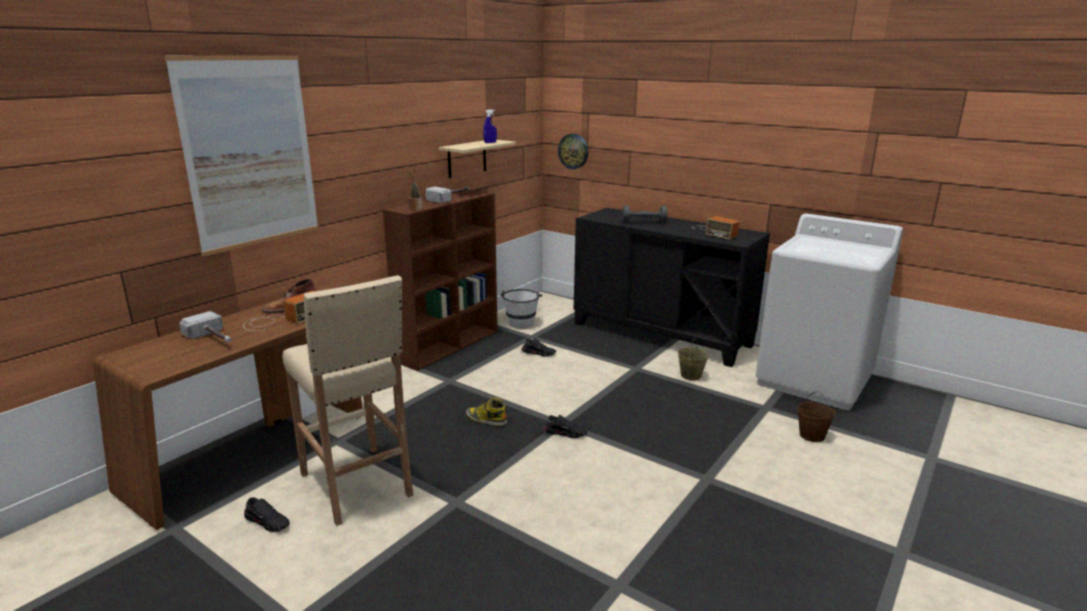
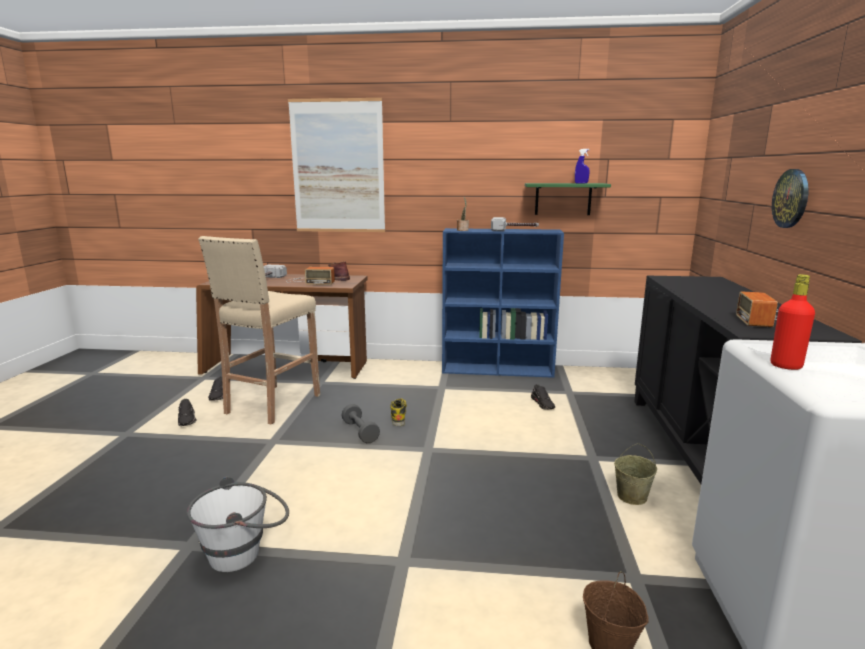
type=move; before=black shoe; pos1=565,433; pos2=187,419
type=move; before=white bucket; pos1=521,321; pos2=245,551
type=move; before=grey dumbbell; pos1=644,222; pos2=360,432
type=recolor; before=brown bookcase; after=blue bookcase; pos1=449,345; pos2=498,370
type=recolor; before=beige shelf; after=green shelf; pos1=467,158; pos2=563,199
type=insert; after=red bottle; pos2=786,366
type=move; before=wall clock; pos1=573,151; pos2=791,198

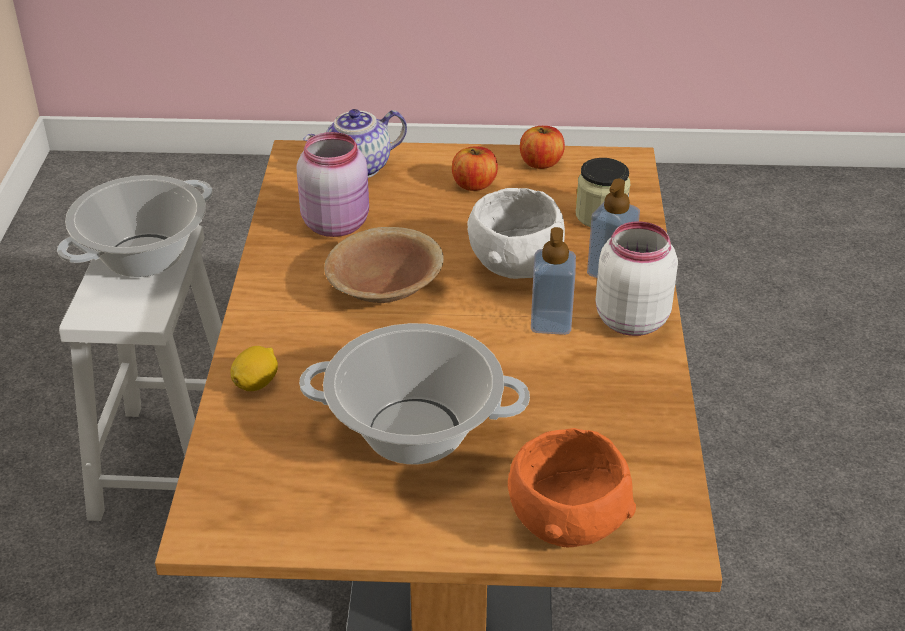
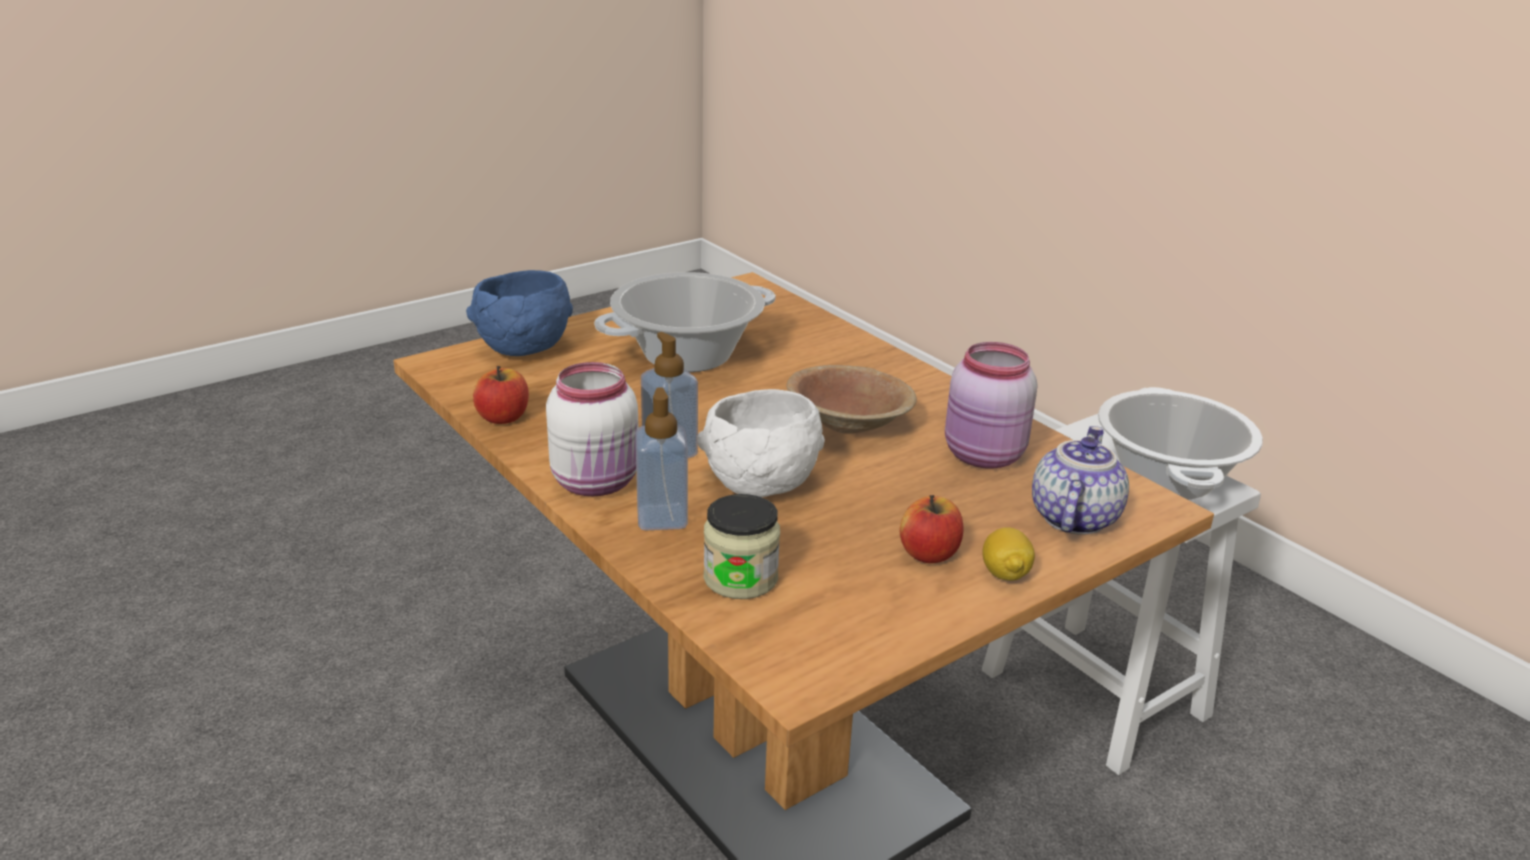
type=recolor; before=orange bowl; after=blue bowl; pos1=566,524; pos2=525,349
type=move; before=apple; pos1=541,163; pos2=503,417
type=move; before=lemon; pos1=256,383; pos2=1005,574

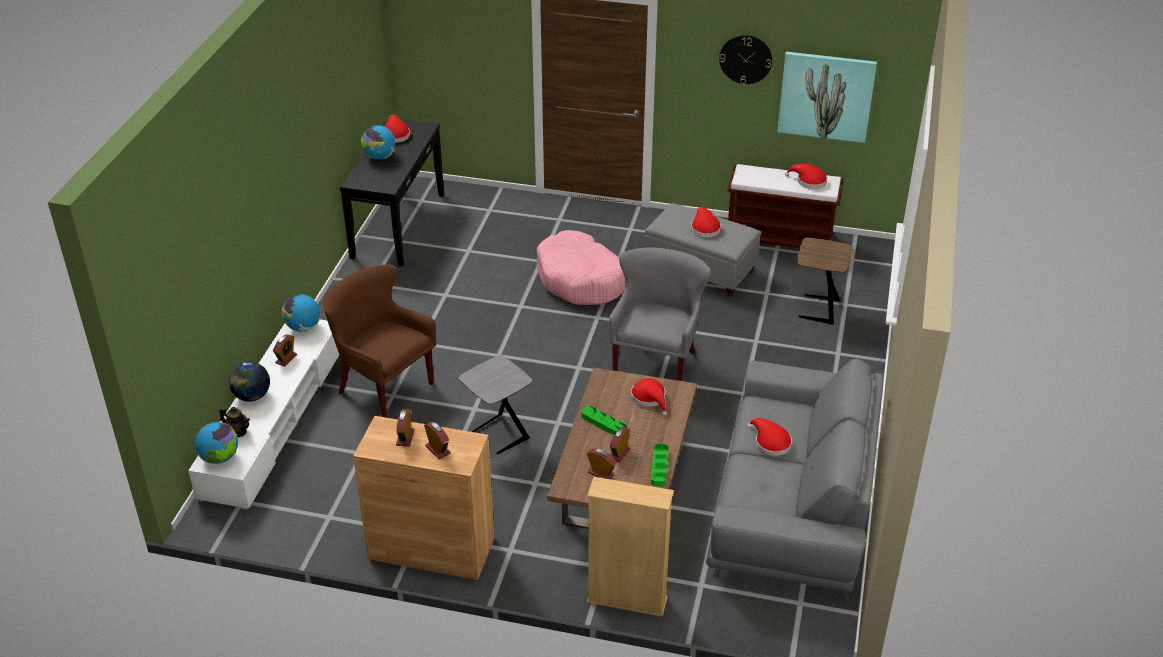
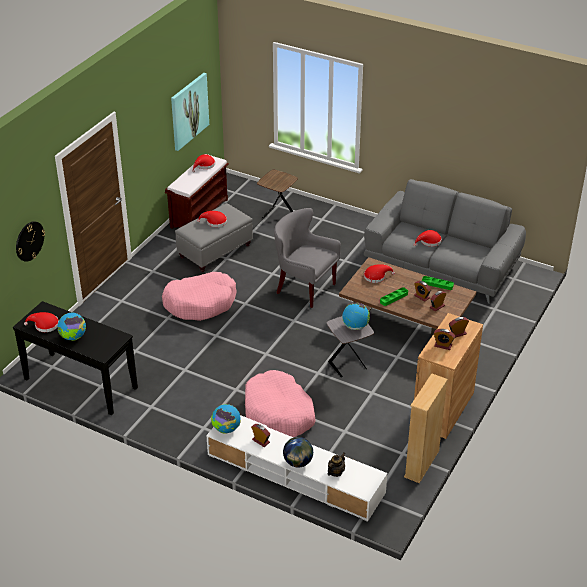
type=move; before=wall clock; pos1=745,59; pos2=29,241
type=replace; before=brown armchair; after=pink dog bed; pos1=384,387; pos2=279,413
type=move; before=globe; pos1=220,458; pos2=355,326
type=move; before=beige bookcase; pos1=627,600; pos2=422,464

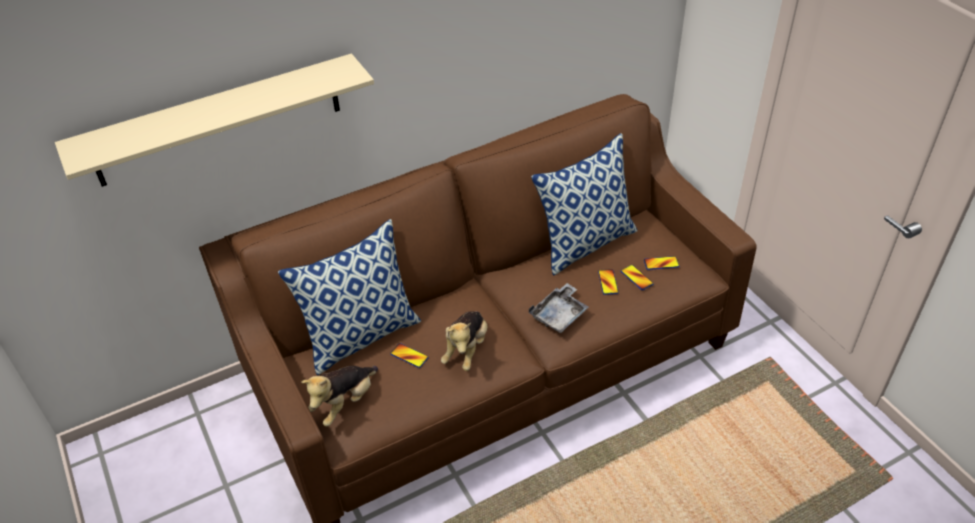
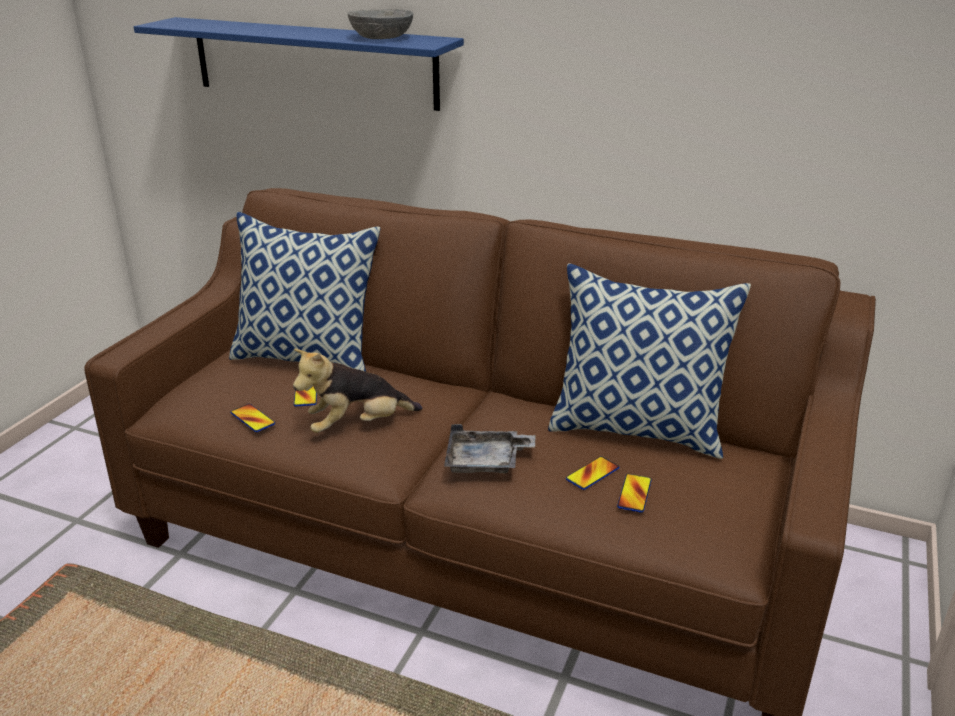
type=recolor; before=beige shelf; after=blue shelf; pos1=218,121; pos2=313,62
type=move; before=phone; pos1=661,263; pos2=252,419
type=insert; after=grey bowl; pos2=381,38
type=delete; before=plush toy; pos1=344,403

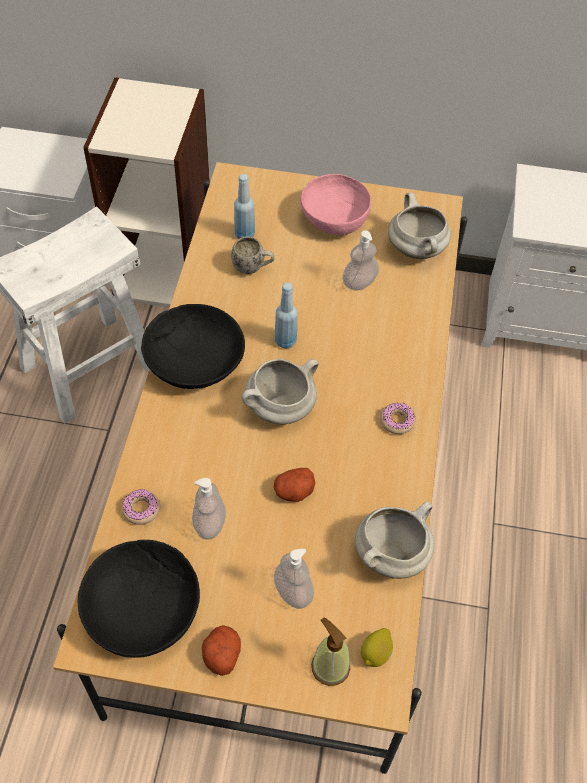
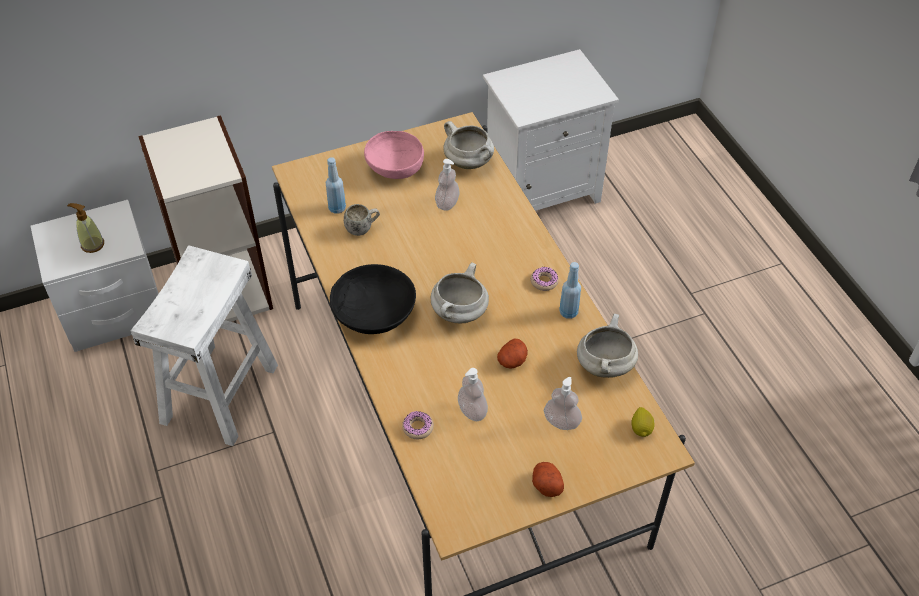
type=move; before=soap dispenser; pos1=330,667; pos2=92,244
type=move; before=blue bottle; pos1=285,341; pos2=568,312
type=delete; before=black bowl; pos1=142,609

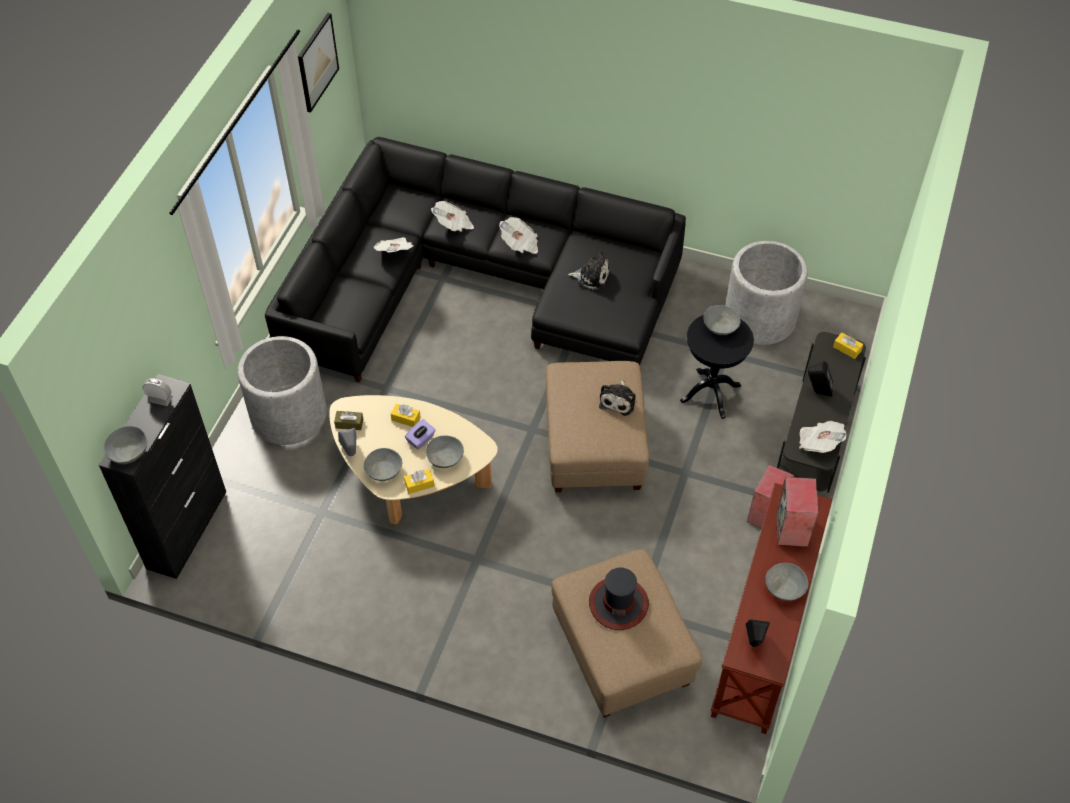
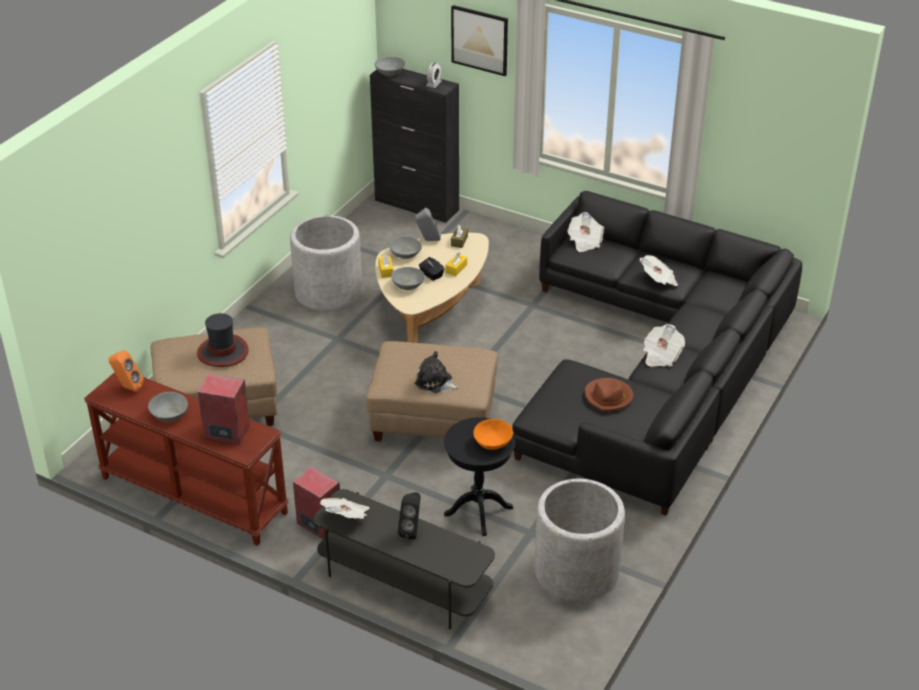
type=recolor; before=black speaker; after=orange speaker; pos1=754,644; pos2=128,387
type=move; before=grey planter; pos1=288,415; pos2=328,292
type=recolor; before=purple tissue box; after=black tissue box; pos1=421,440; pos2=431,275
type=move; before=picture; pos1=317,62; pos2=479,40
type=recolor; before=grey bowl; after=orange bowl; pos1=719,327; pos2=492,442
type=move; before=newspaper; pos1=453,224; pos2=585,241
type=replace; before=plush toy; after=brown hat; pos1=591,276; pos2=608,397
type=delete; before=yellow tissue box; pos1=847,349

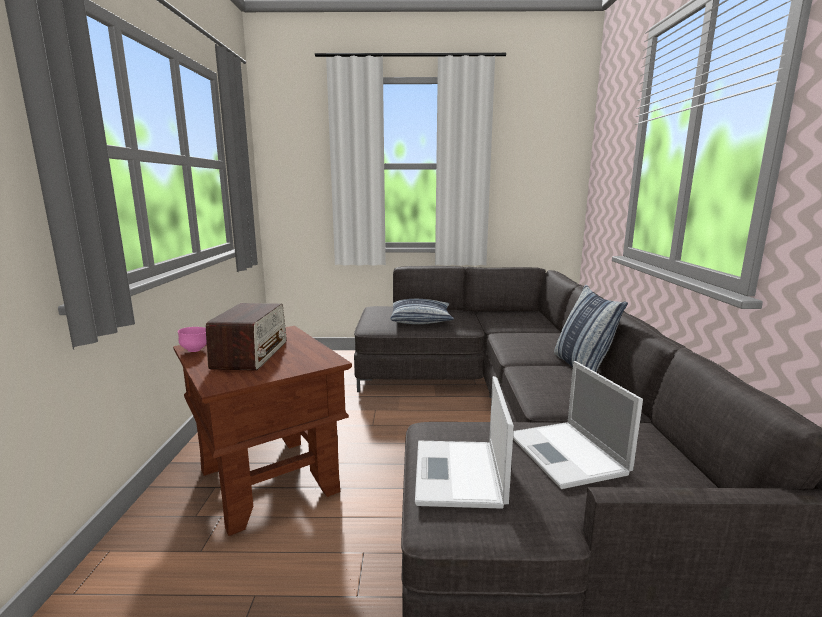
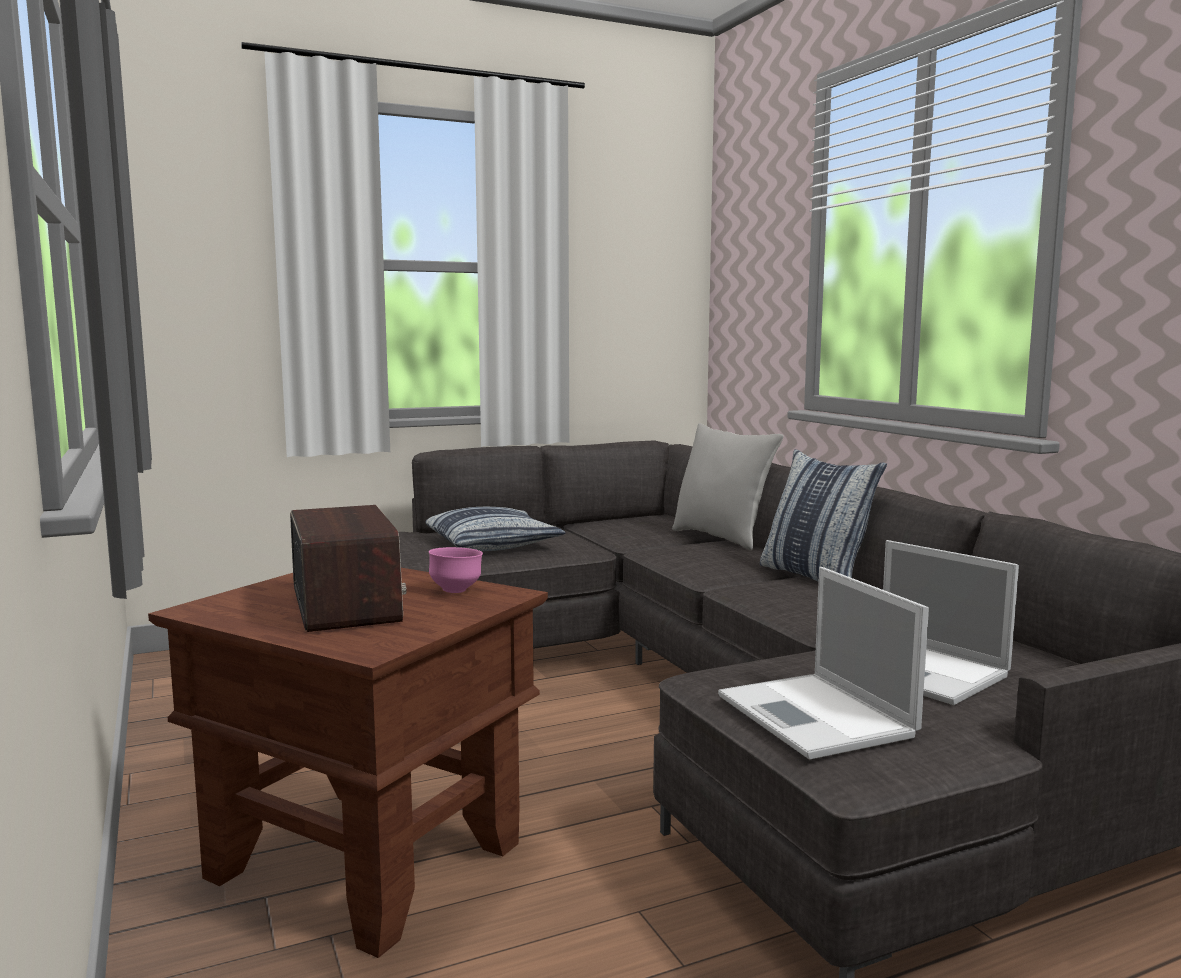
type=move; before=pink bowl; pos1=195,350; pos2=456,591
type=insert; after=grey pillow; pos2=722,538

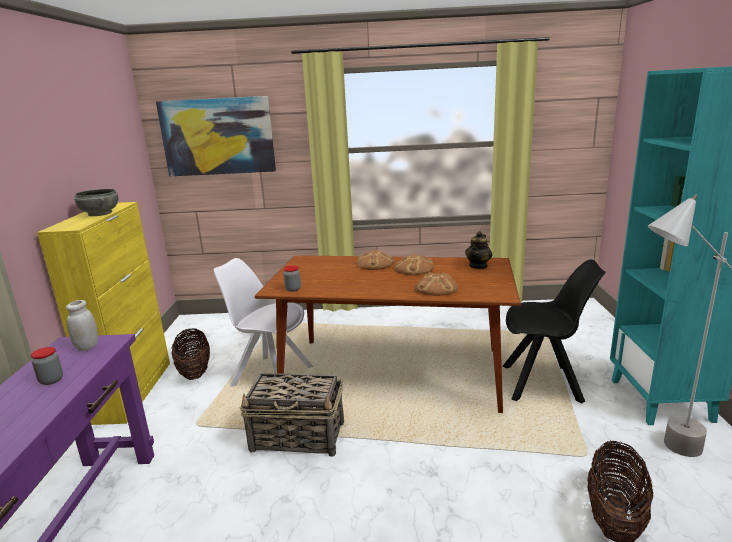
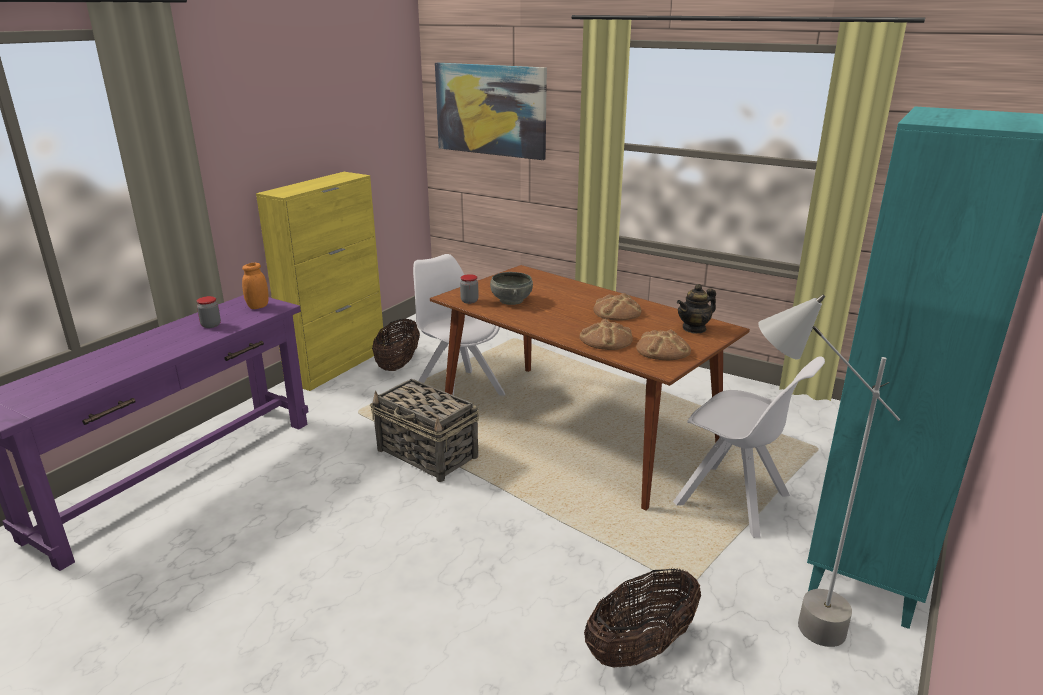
type=recolor; before=white jar; after=orange jar; pos1=87,347; pos2=258,306
type=move; before=grey bowl; pos1=99,213; pos2=511,300
type=move; before=bread; pos1=374,264; pos2=662,350
type=recolor; before=black chair; after=white chair; pos1=544,383; pos2=735,501

